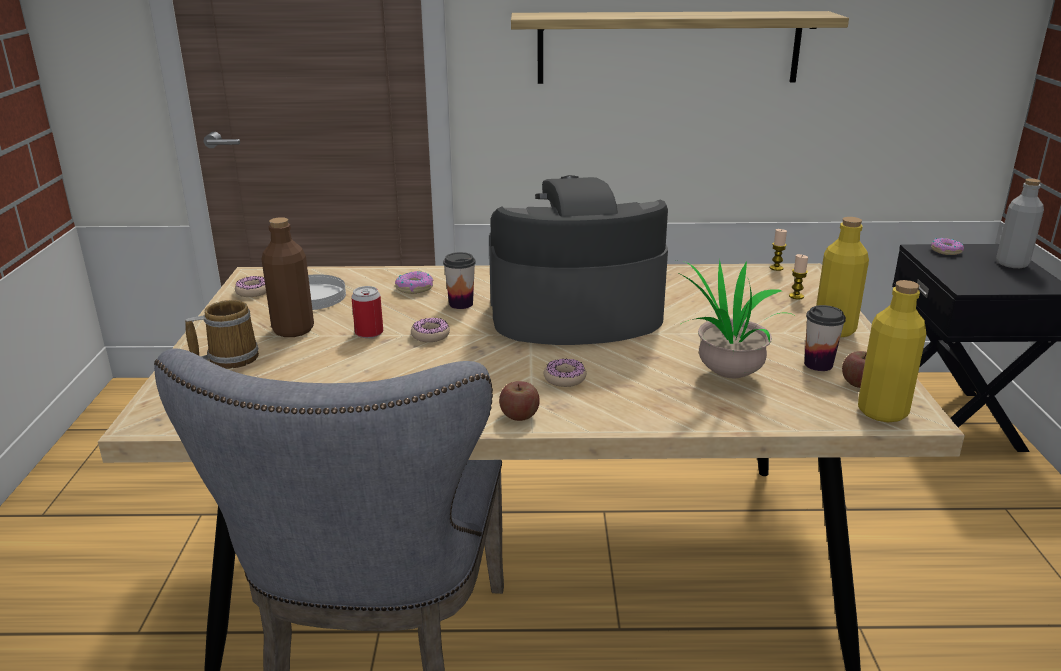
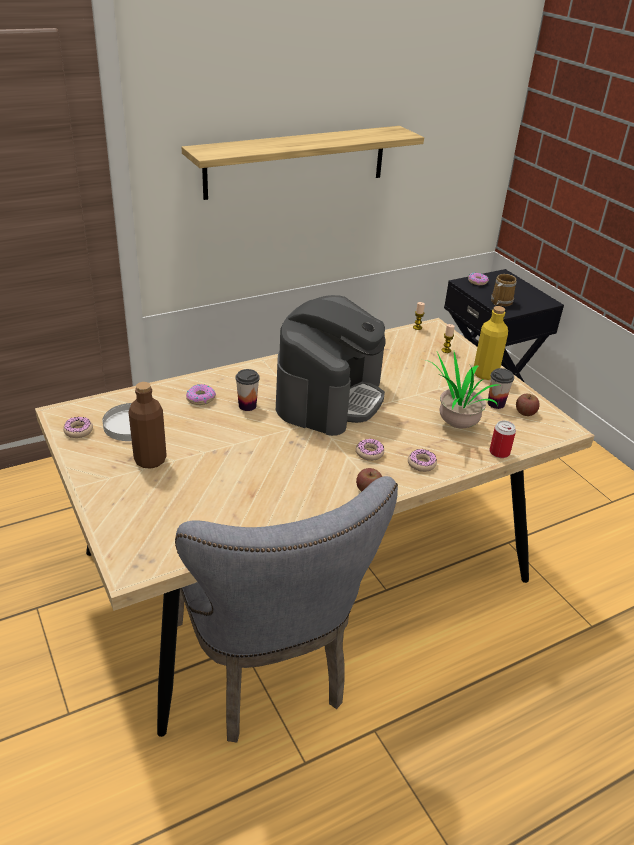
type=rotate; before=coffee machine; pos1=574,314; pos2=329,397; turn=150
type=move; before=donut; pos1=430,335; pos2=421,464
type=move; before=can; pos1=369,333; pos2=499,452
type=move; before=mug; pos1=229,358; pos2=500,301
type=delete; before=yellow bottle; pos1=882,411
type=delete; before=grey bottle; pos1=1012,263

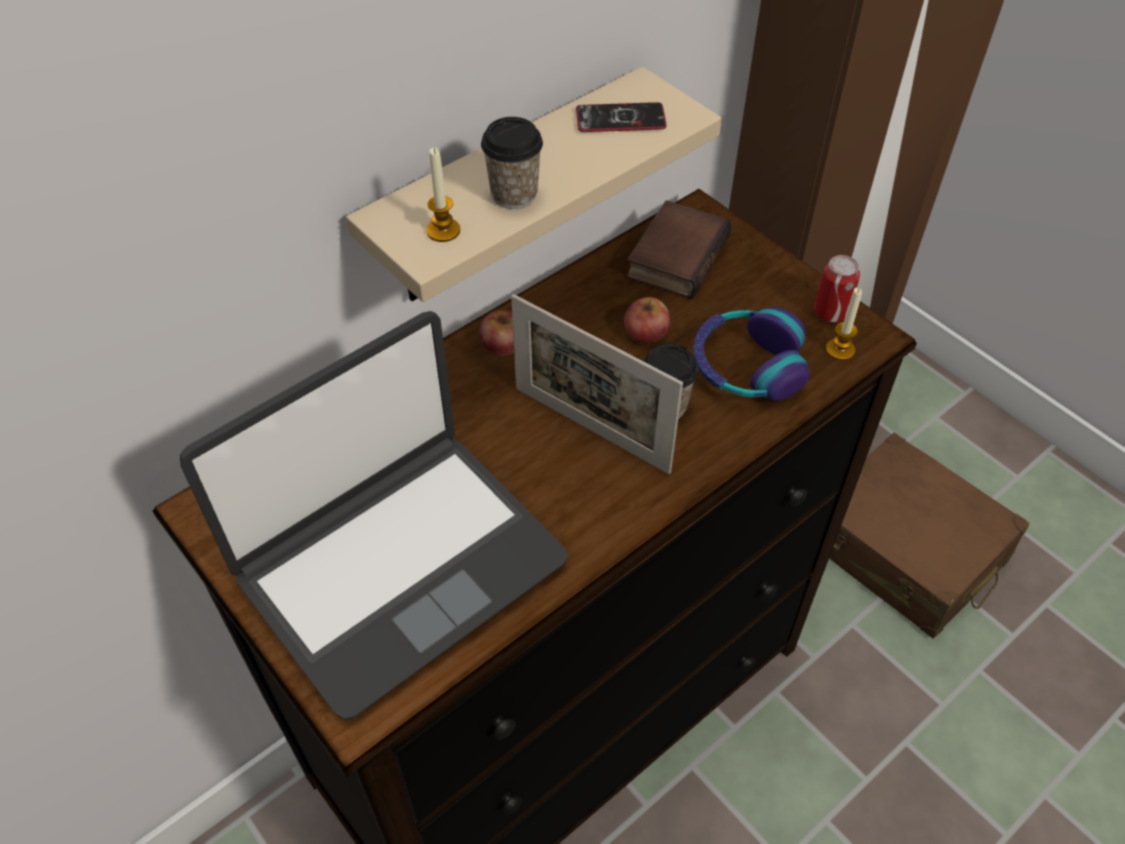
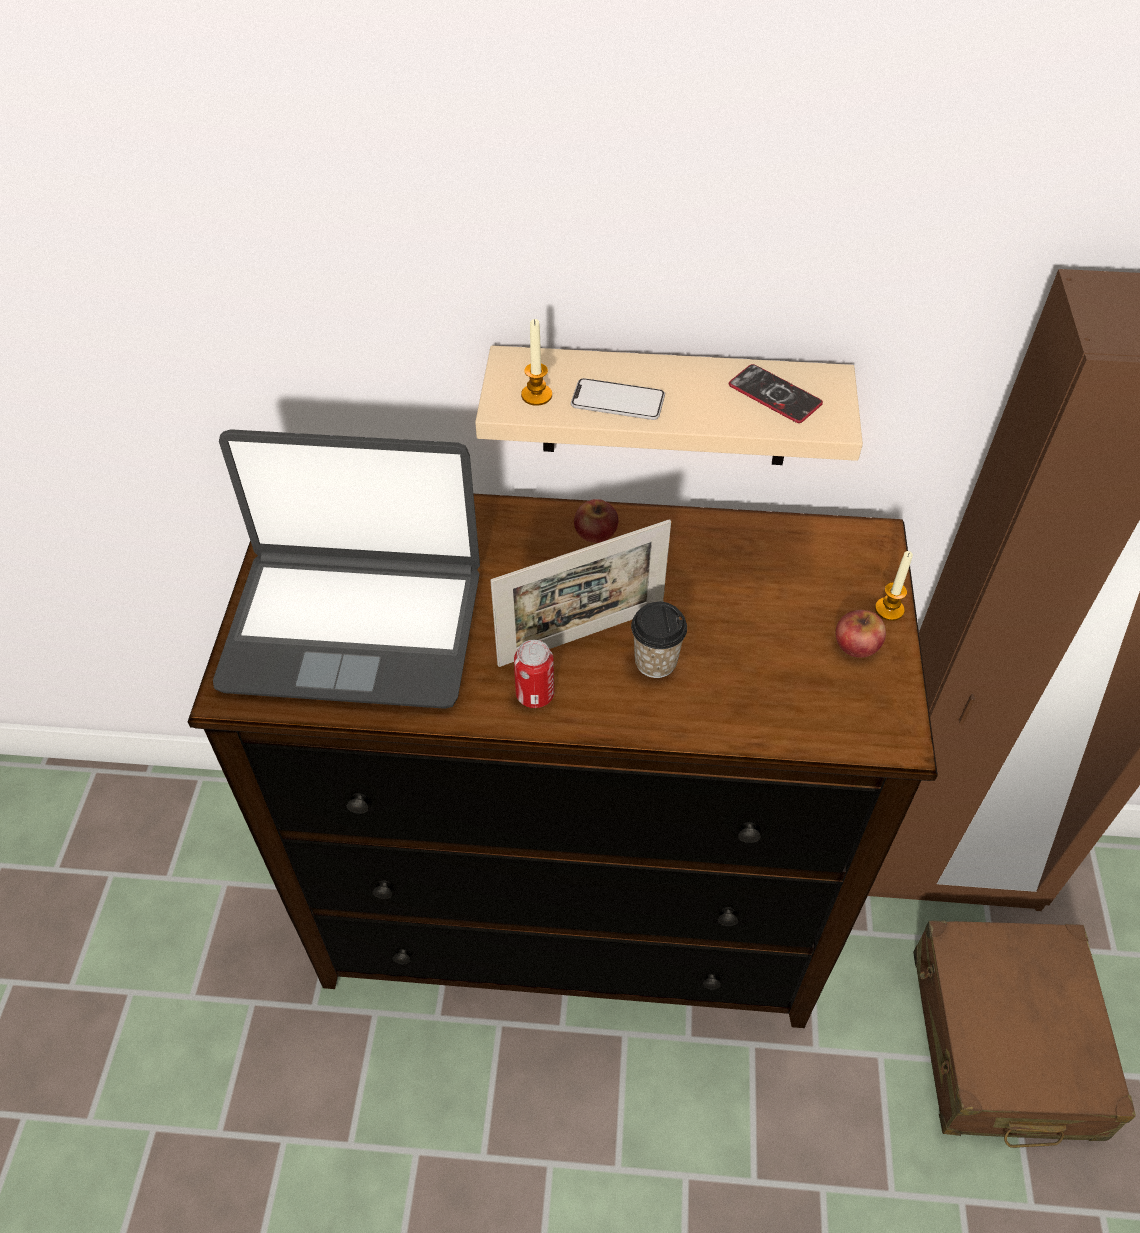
type=rotate; before=picture frame; pos1=591,429; pos2=581,636; turn=-105
type=move; before=can; pos1=830,312; pos2=535,694
type=replace; before=cup; after=phone; pos1=514,194; pos2=617,401
type=move; before=apple; pos1=646,332; pos2=857,644
type=move; before=candle; pos1=840,350; pos2=889,609
type=delete; before=book; pos1=675,256
type=delete; before=headphones; pos1=747,366

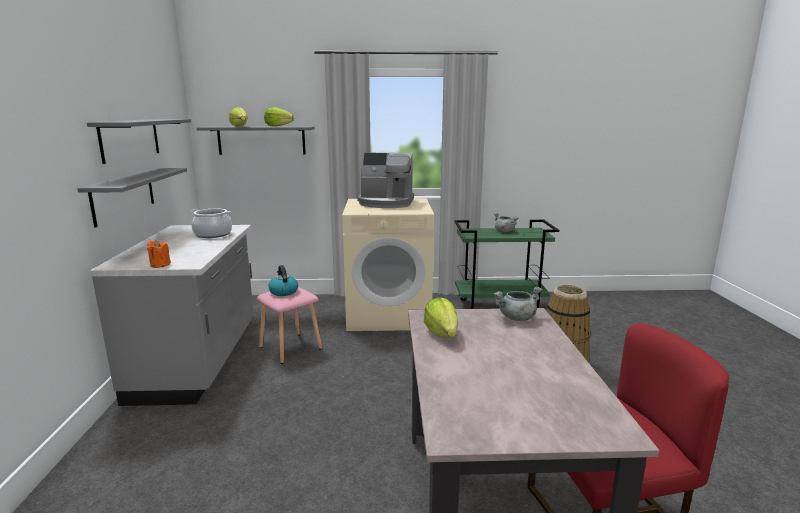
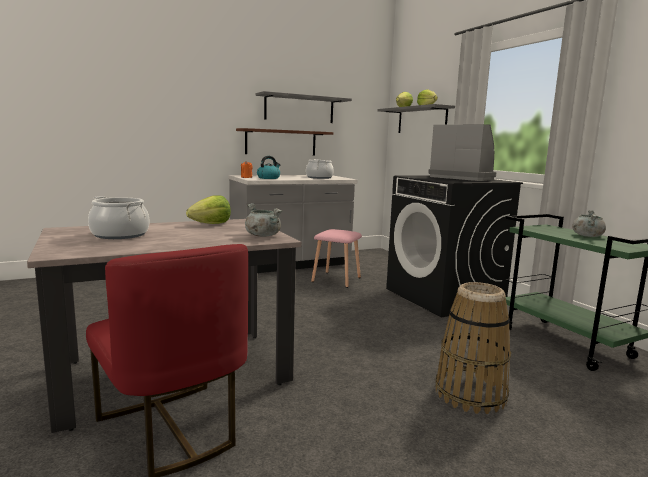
type=insert; after=cooking pot; pos2=120,235
type=recolor; before=grey shelf; after=brown shelf; pos1=123,195; pos2=281,142
type=move; before=kettle; pos1=283,292; pos2=268,178
type=recolor; before=beige washing machine; after=black washing machine; pos1=389,314; pos2=444,297
type=rotate; before=coffee machine; pos1=386,203; pos2=463,178; turn=150

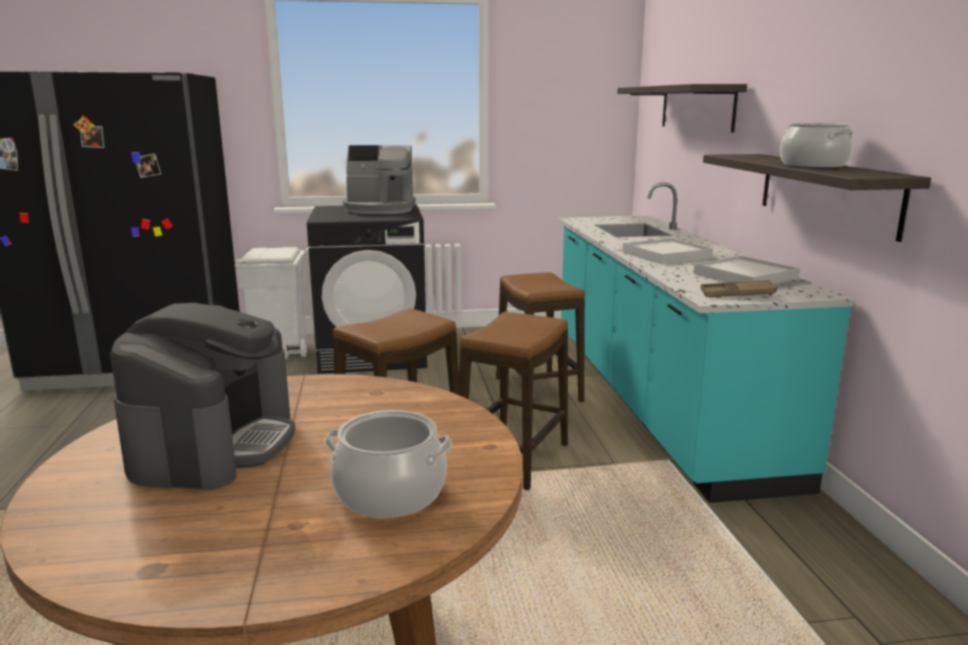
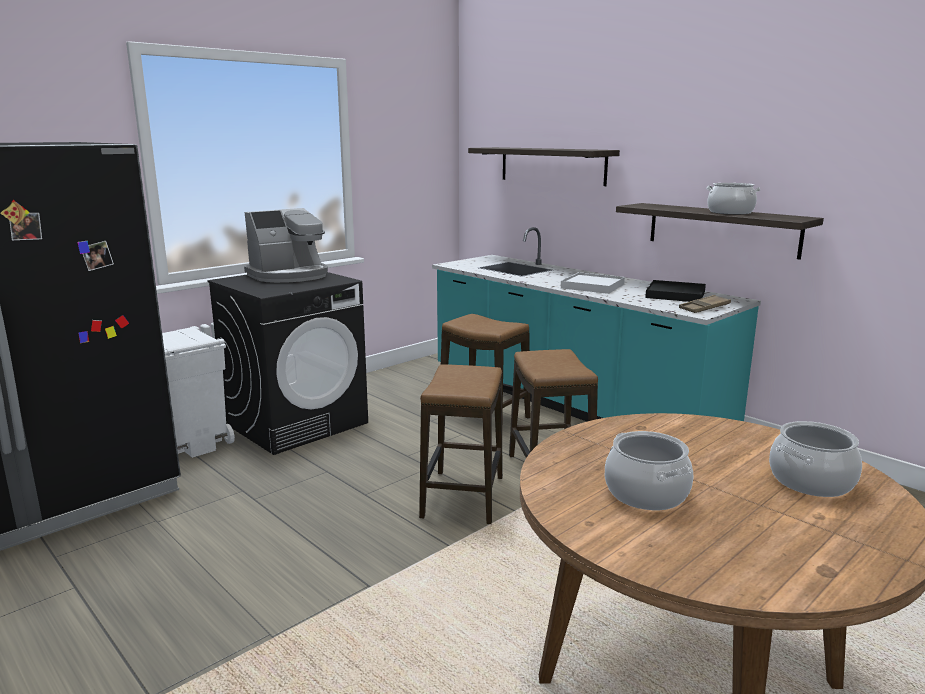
type=replace; before=coffee machine; after=cooking pot; pos1=214,444; pos2=645,493
type=recolor; before=white tray; after=black tray; pos1=745,276; pos2=675,294

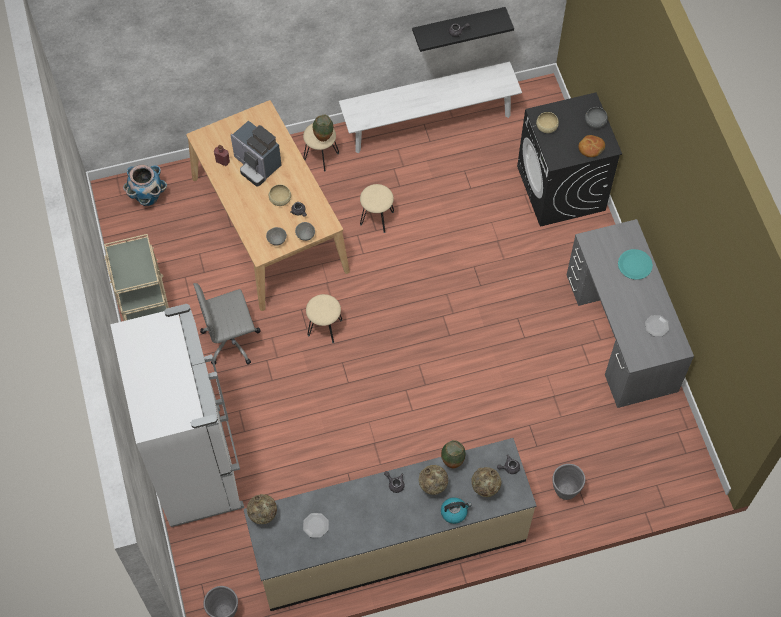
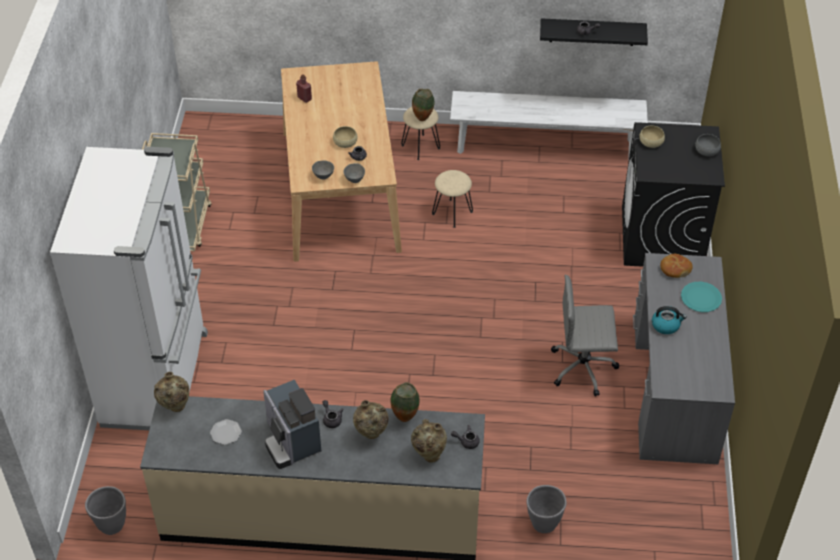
type=move; before=coffee machine; pos1=257,165; pos2=291,441
type=move; before=grey office chair; pos1=232,340; pos2=583,367
type=move; before=kettle; pos1=454,512; pos2=666,325
type=move; before=bread; pos1=590,148; pos2=675,269
type=delete; before=planter; pos1=148,197
type=delete; before=beige stool; pos1=324,328
type=delete; before=plate; pos1=656,326

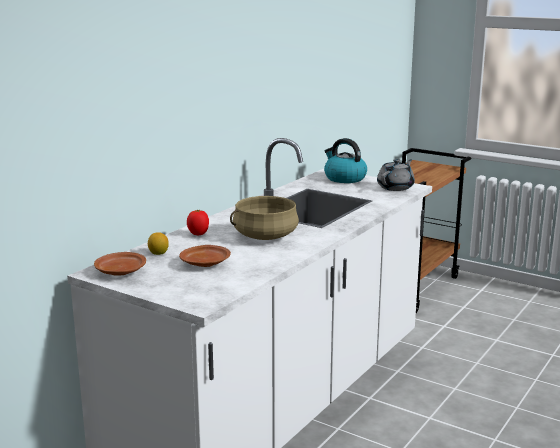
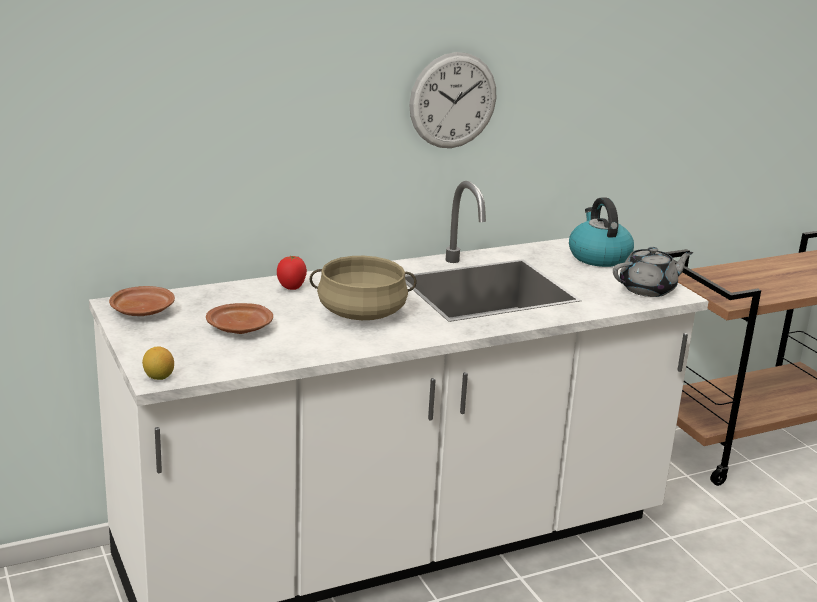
type=move; before=lemon; pos1=158,253; pos2=159,377
type=insert; after=wall clock; pos2=453,100

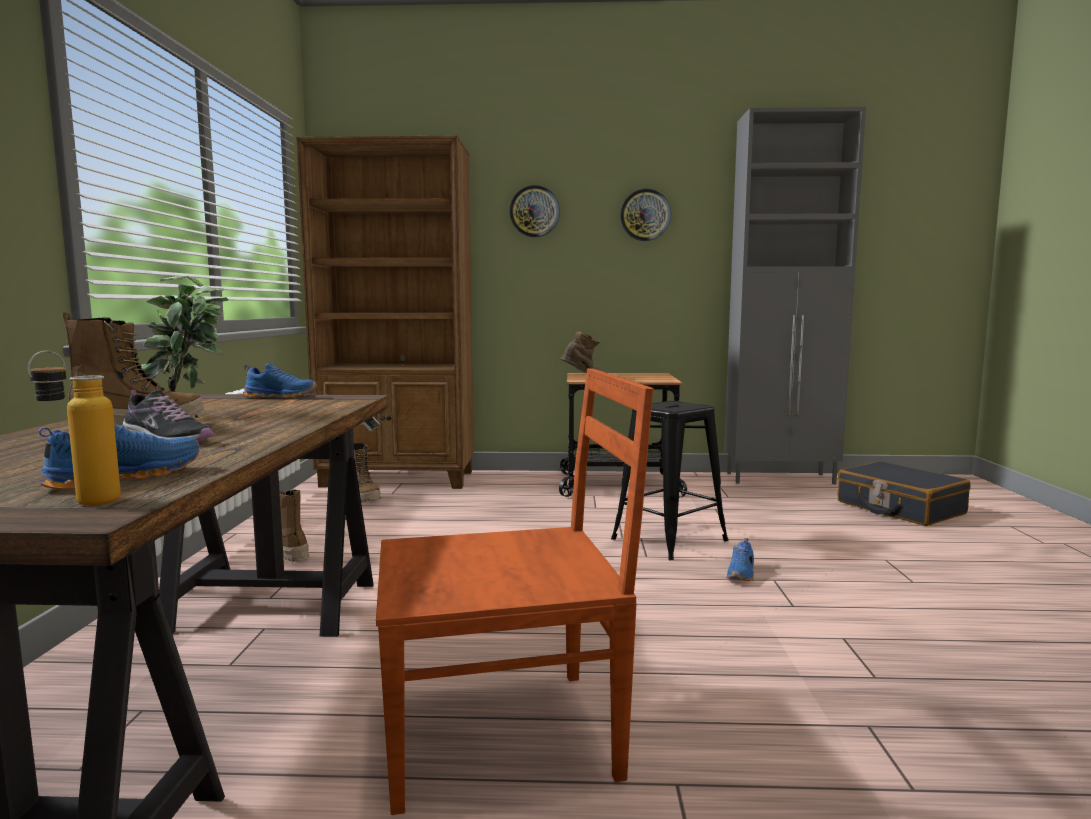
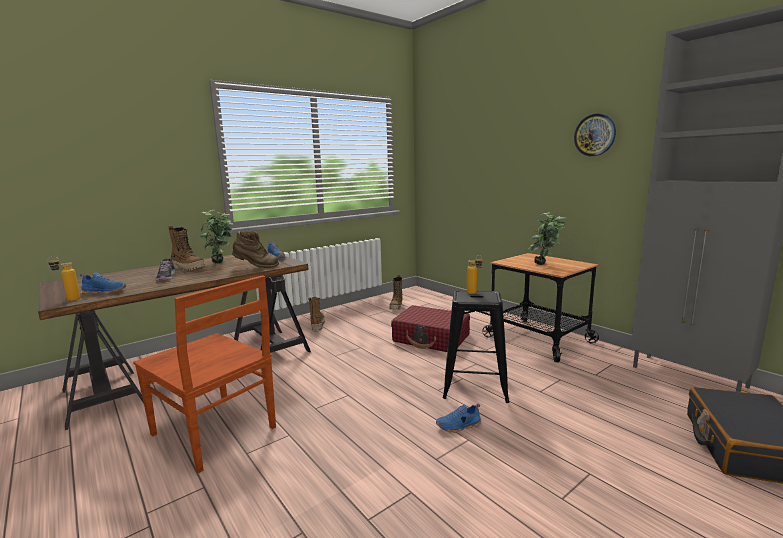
type=move; before=brown boot; pos1=581,378; pos2=256,267
type=insert; after=red suitcase; pos2=431,338
type=insert; after=bottle; pos2=474,293
type=insert; after=potted plant; pos2=545,265
type=delete; before=brown bookcase; pos1=399,479
type=delete; before=wall clock; pos1=534,211

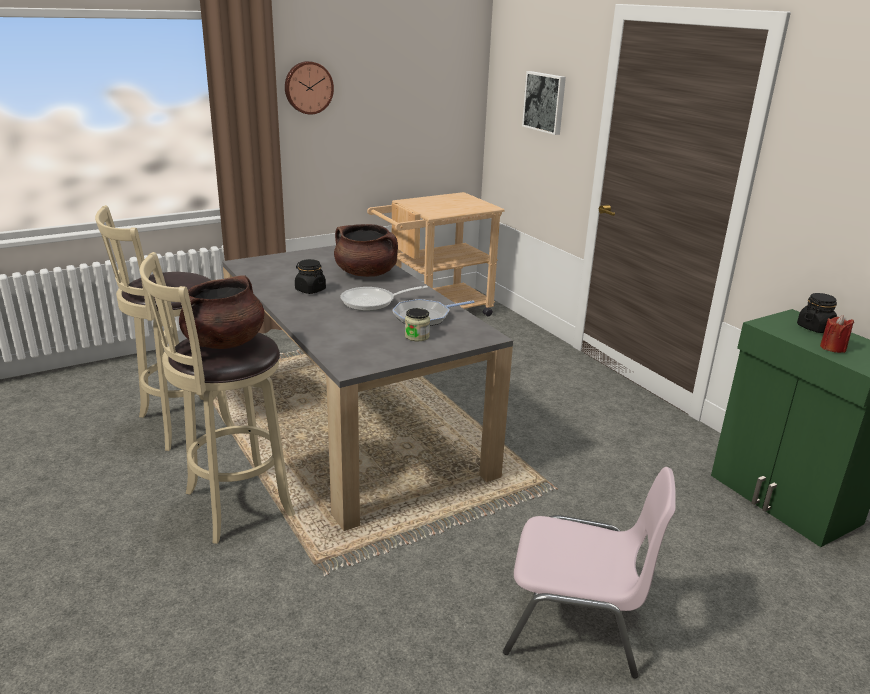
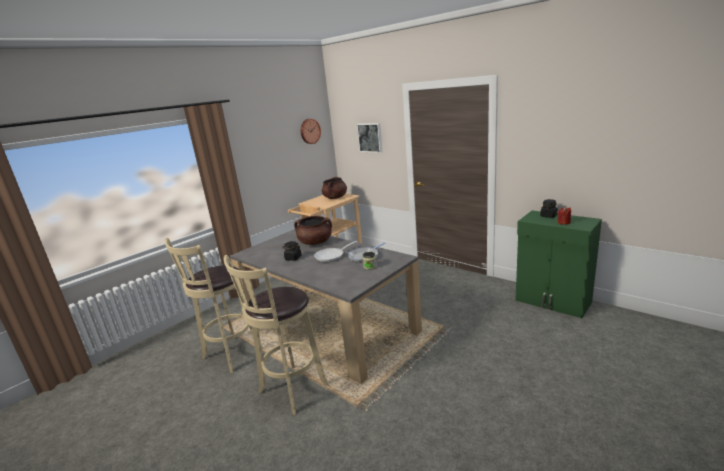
type=move; before=wall clock; pos1=308,87; pos2=309,131
type=move; before=brown cooking pot; pos1=224,343; pos2=335,198
type=delete; before=pink chair; pos1=576,622

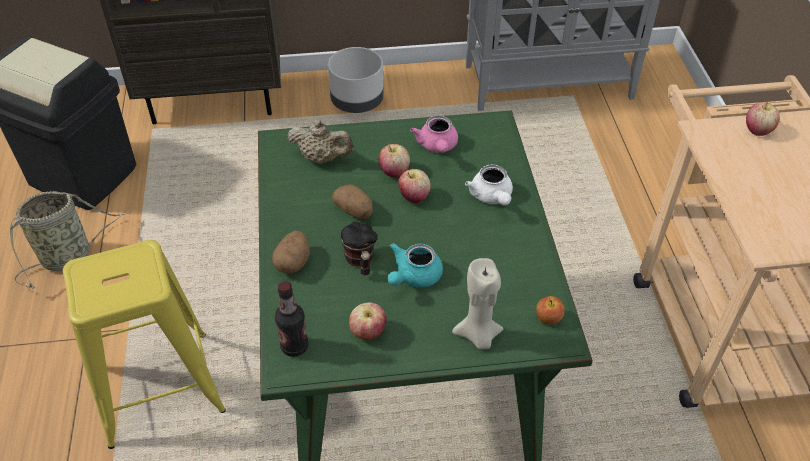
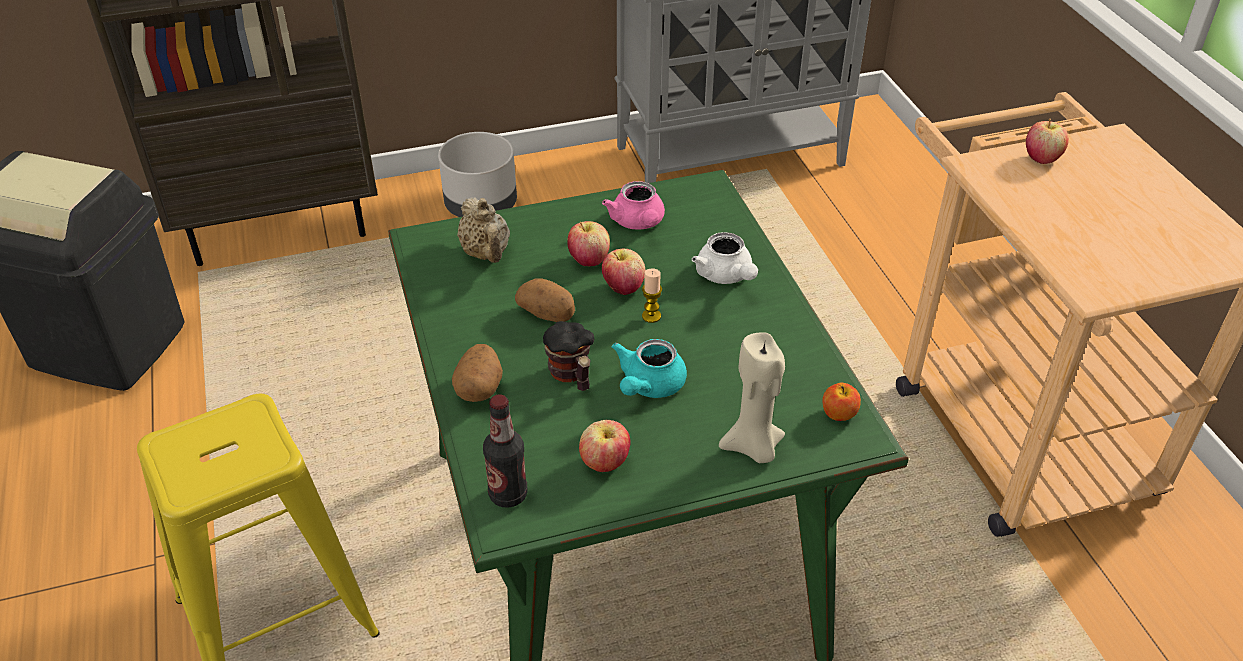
type=rotate; before=beige teapot; pos1=322,158; pos2=486,254; turn=60
type=insert; after=candle; pos2=651,316
type=delete; before=basket; pos1=70,256

